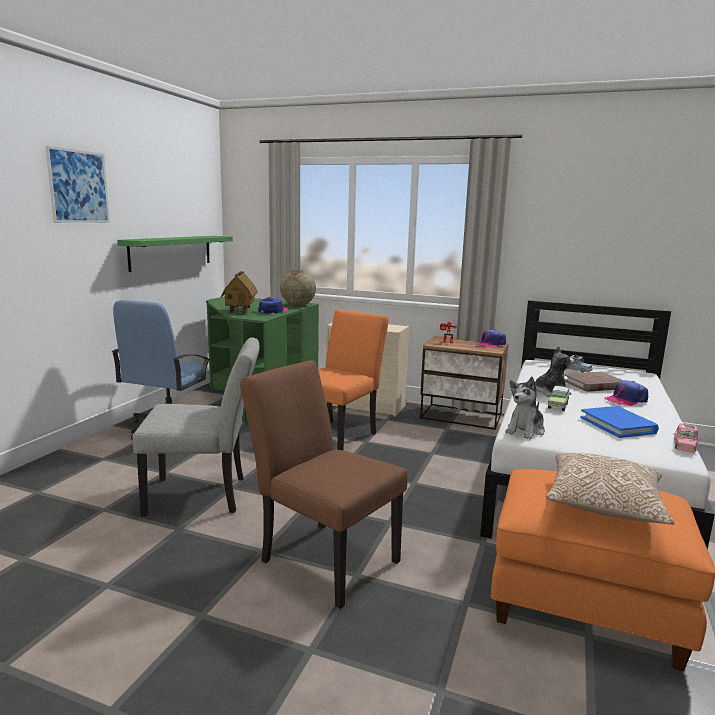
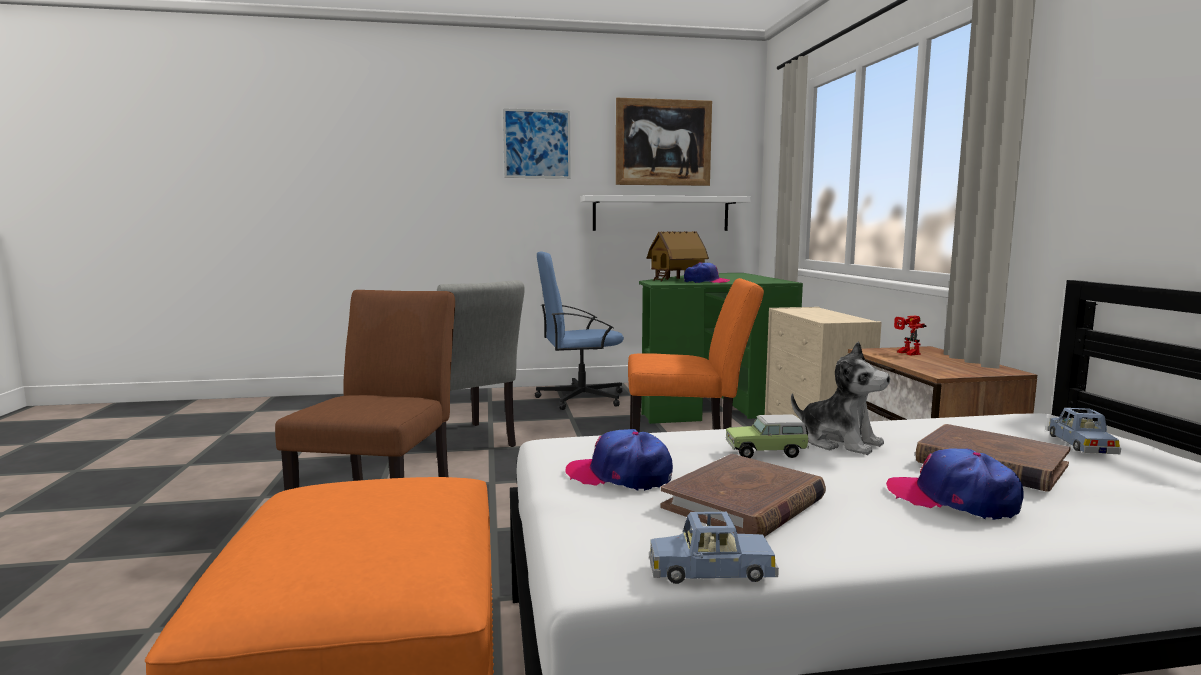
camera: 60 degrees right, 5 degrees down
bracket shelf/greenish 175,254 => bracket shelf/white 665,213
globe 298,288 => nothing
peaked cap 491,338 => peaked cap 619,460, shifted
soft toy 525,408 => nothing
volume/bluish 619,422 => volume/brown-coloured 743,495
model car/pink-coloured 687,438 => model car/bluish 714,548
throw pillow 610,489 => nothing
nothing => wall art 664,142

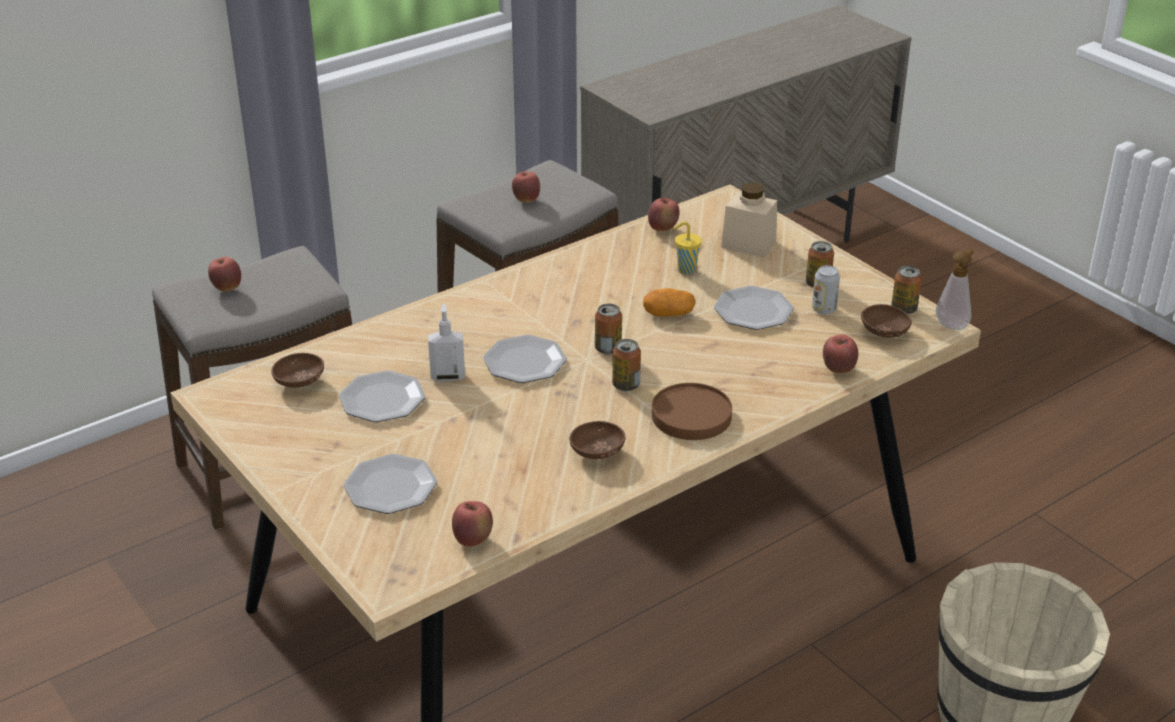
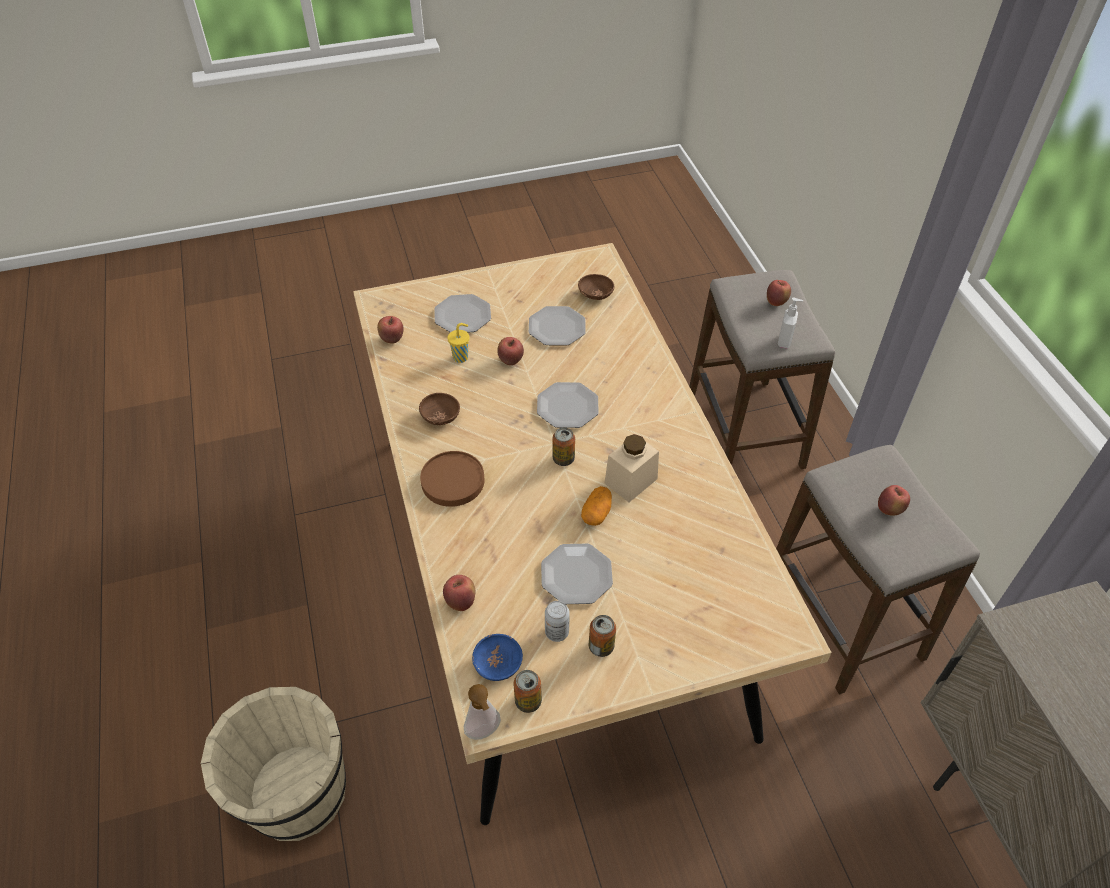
camera: 110 degrees right, 15 degrees up
storage jar/beige-coloured 749,220 => storage jar/beige-coloured 631,468, shifted
apple fruit 664,214 => apple fruit 510,351, shifted
small cup/yellowish 687,248 => small cup/yellowish 458,343, shifted
liquid soap bottle 446,342 => liquid soap bottle 790,323, shifted
serving bowl/brown-coloured 886,321 => serving bowl/bluish 497,657
can 626,365 => nothing

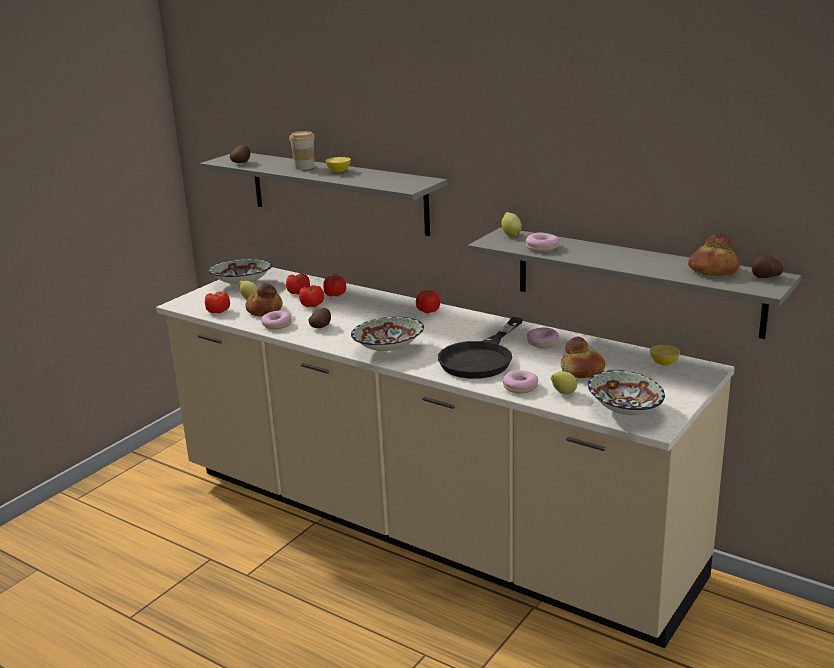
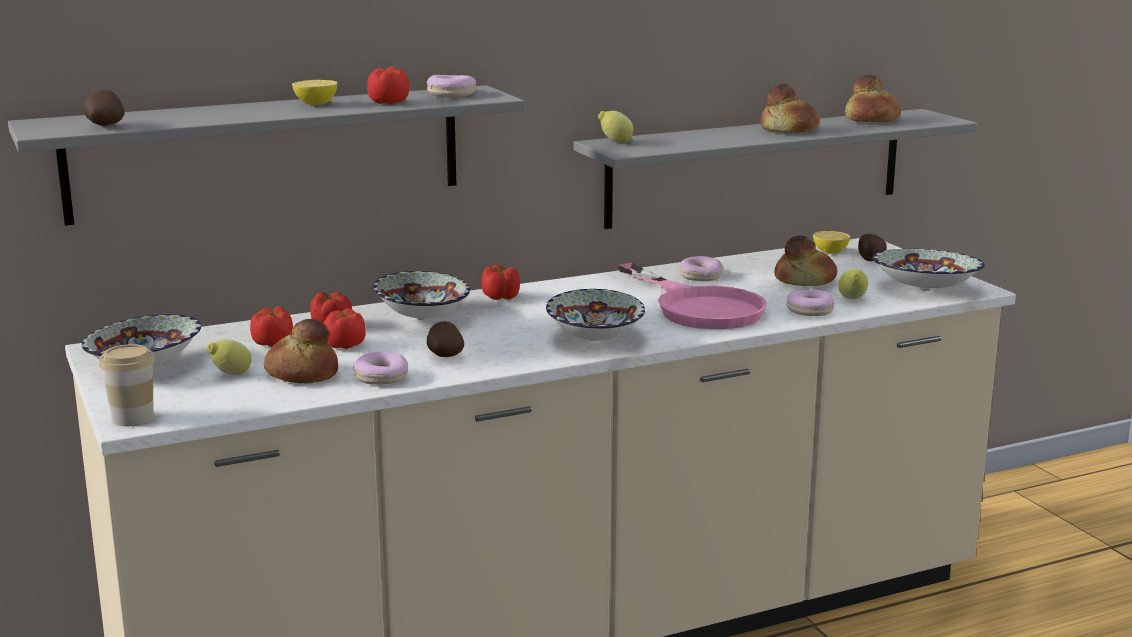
camera: 60 degrees left, 5 degrees down
small cup 302,150 => small cup 127,385, shifted
donut 543,242 => donut 451,86, shifted
whole potato 768,266 => whole potato 872,247, shifted
fresh tomato 217,302 => fresh tomato 388,85, shifted
frying pan/black 480,348 => frying pan/pink-coloured 692,296
nothing => bread 790,108
nothing => serving bowl 421,295

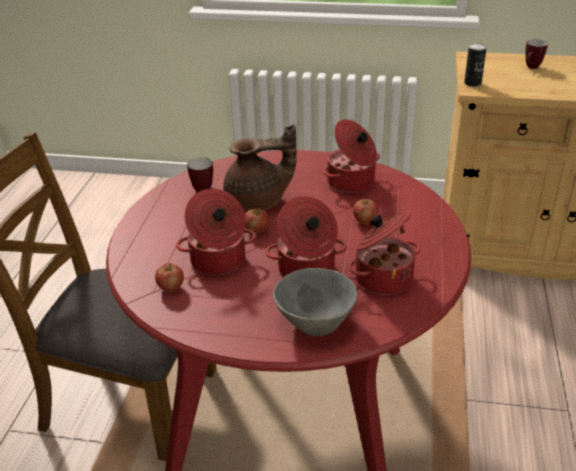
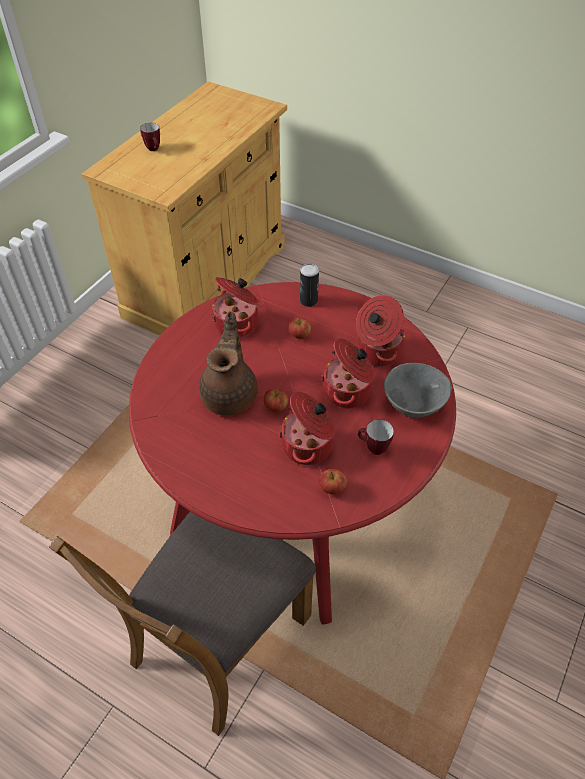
camera: 70 degrees left, 15 degrees up
can 475,65 => can 309,285, shifted
coffee mug 200,174 => coffee mug 376,437, shifted

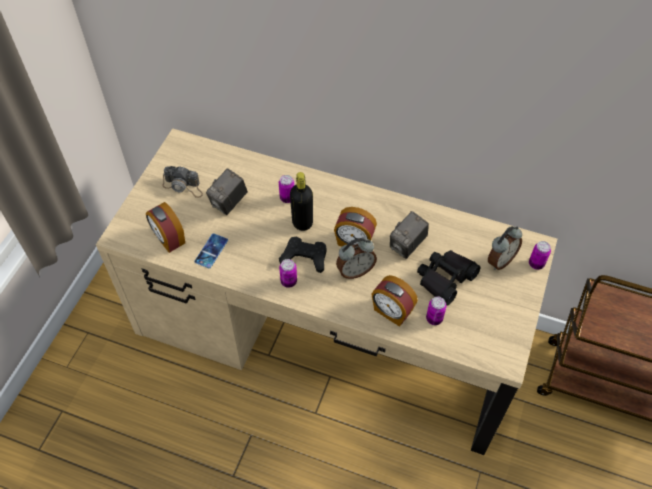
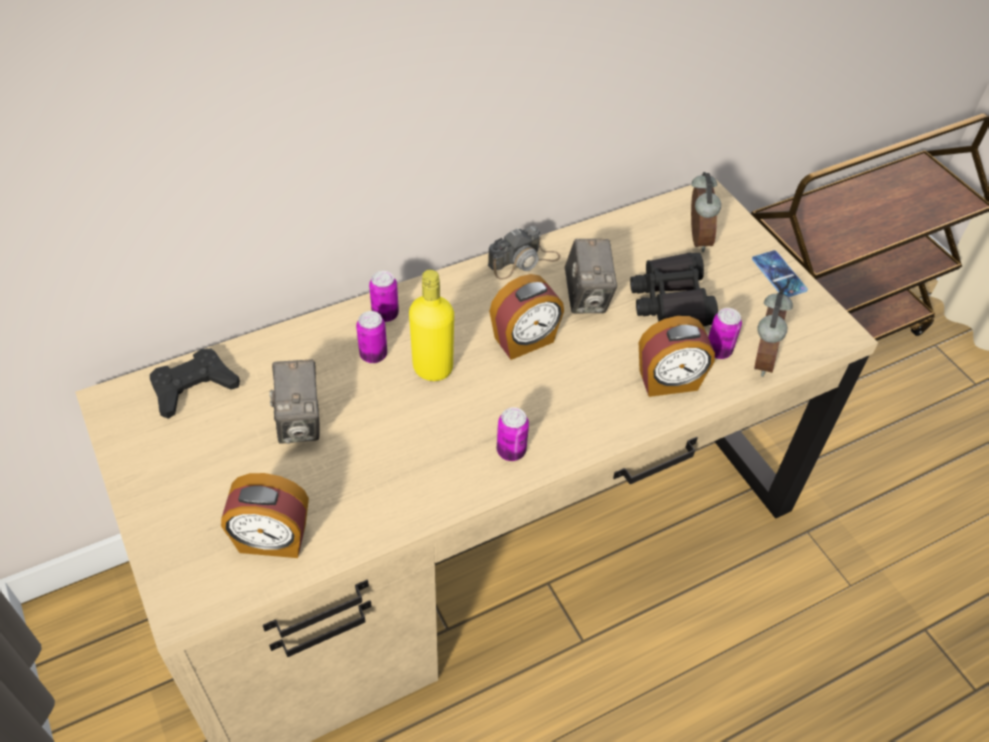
camera: 50 degrees left, 5 degrees down
photo camera 183,182 => photo camera 524,253, shifted
beverage bottle/black 301,201 => beverage bottle/yellowish 431,325
telephone 211,250 => telephone 780,273, shifted
gamepad/black 302,255 => gamepad/black 195,383, shifted
table clock 356,258 => table clock 773,334, shifted
can 540,255 => can 384,296, shifted

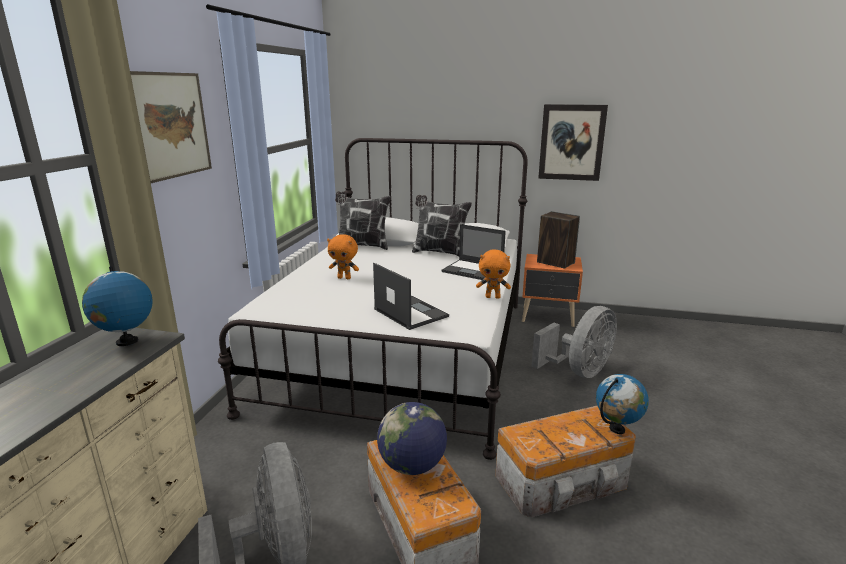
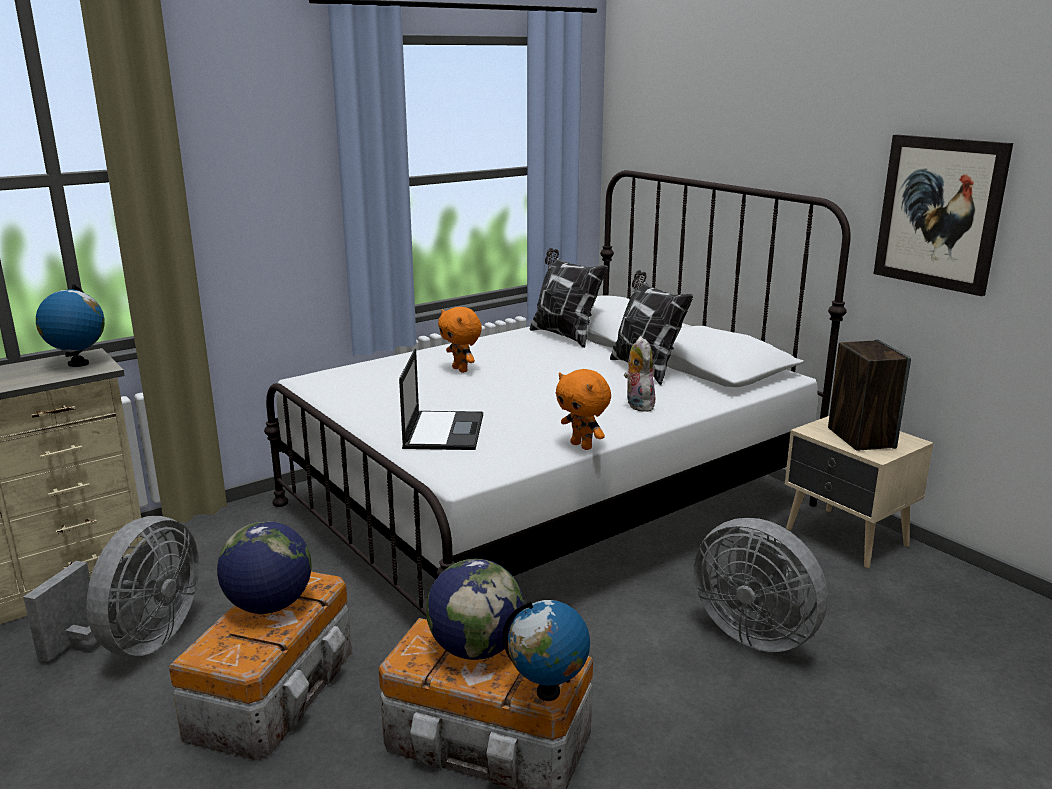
camera: 40 degrees right, 0 degrees up
wall art 171,127 => nothing
notebook computer 474,252 => soft toy 639,374
night table/orange 552,290 => night table/beige-coloured 859,492
cooling fan/greyish 574,342 => cooling fan/greyish 761,585, 45 degrees clockwise
nothing => globe 475,609

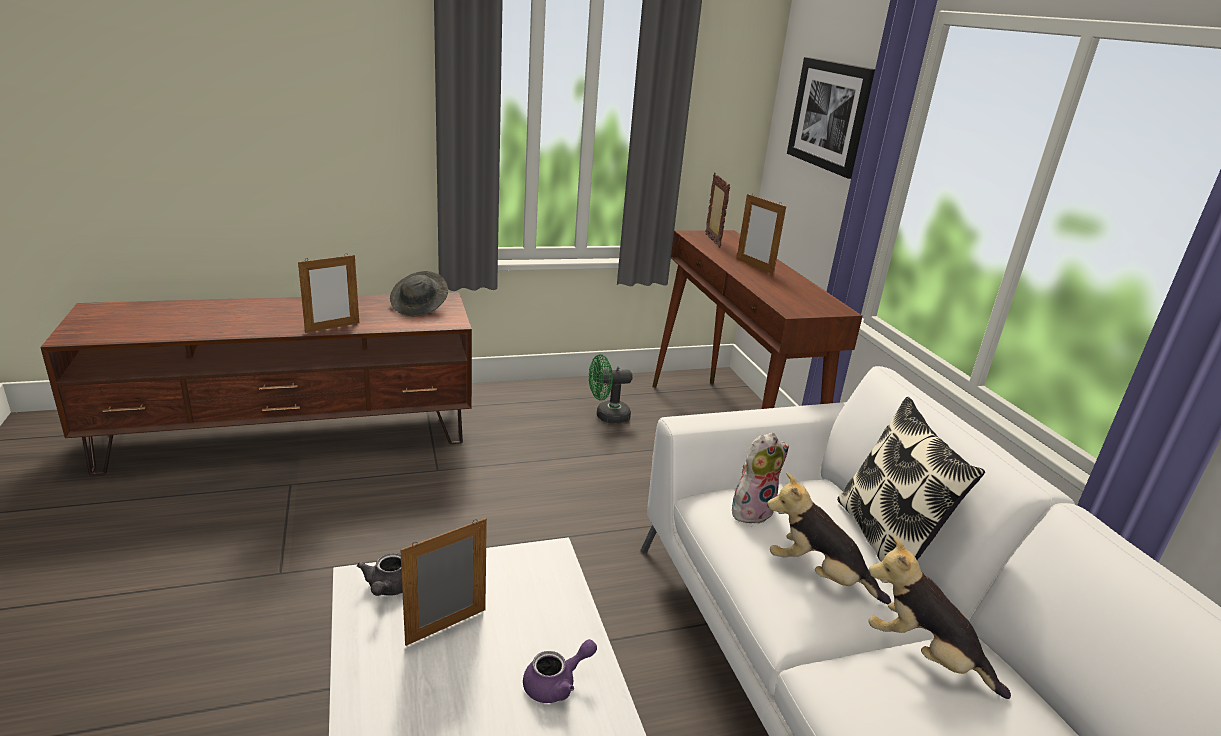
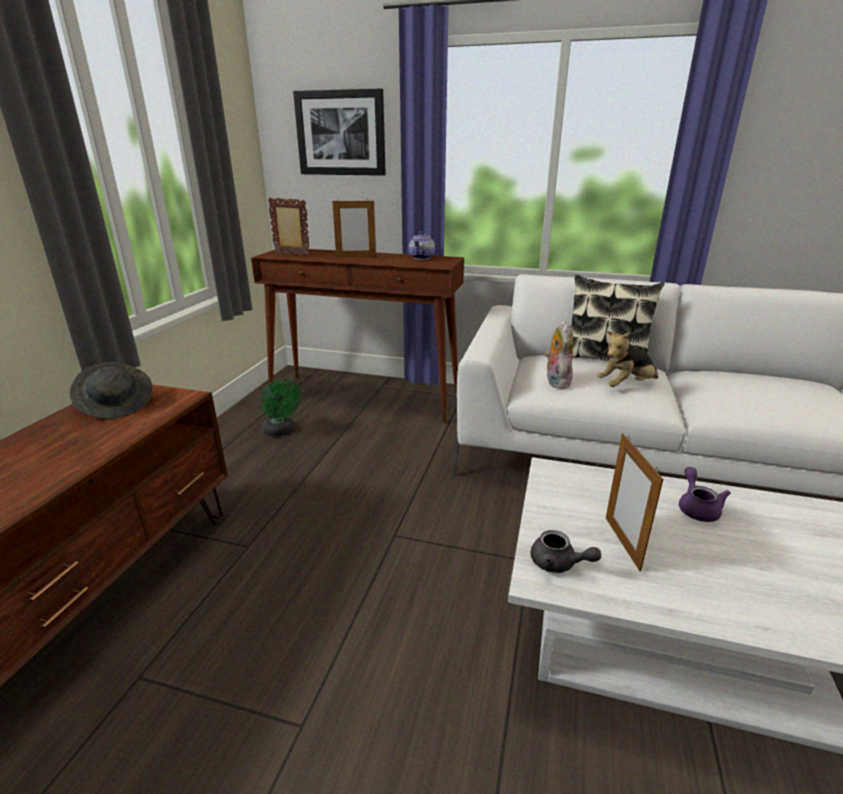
camera: 55 degrees left, 0 degrees up
photo frame 328,293 => nothing
cooling fan/greenish 611,389 => cooling fan/greenish 280,407, 60 degrees counterclockwise
soft toy 939,617 => nothing
nothing => tea pot 422,245

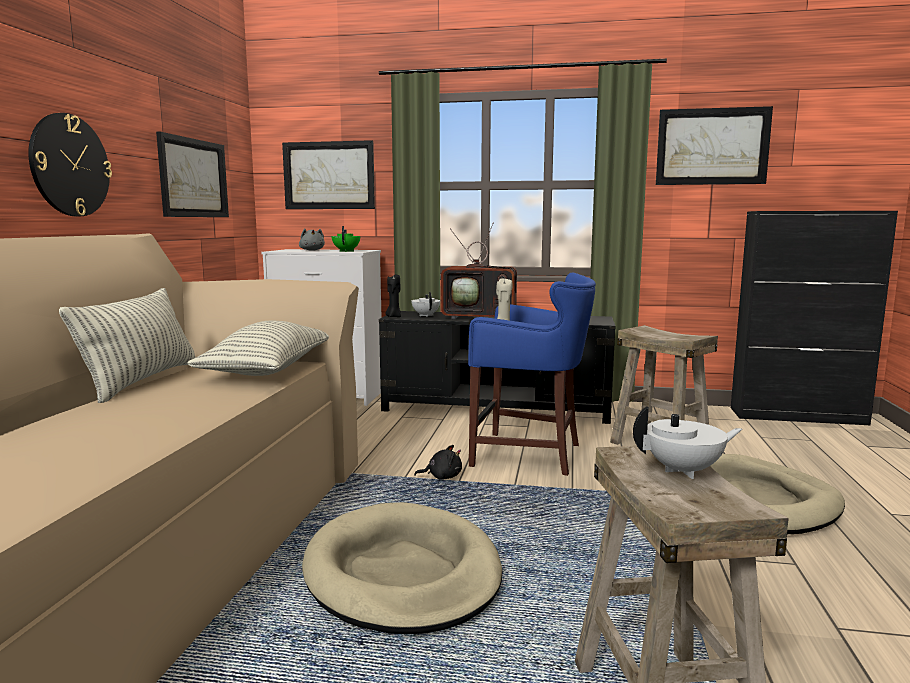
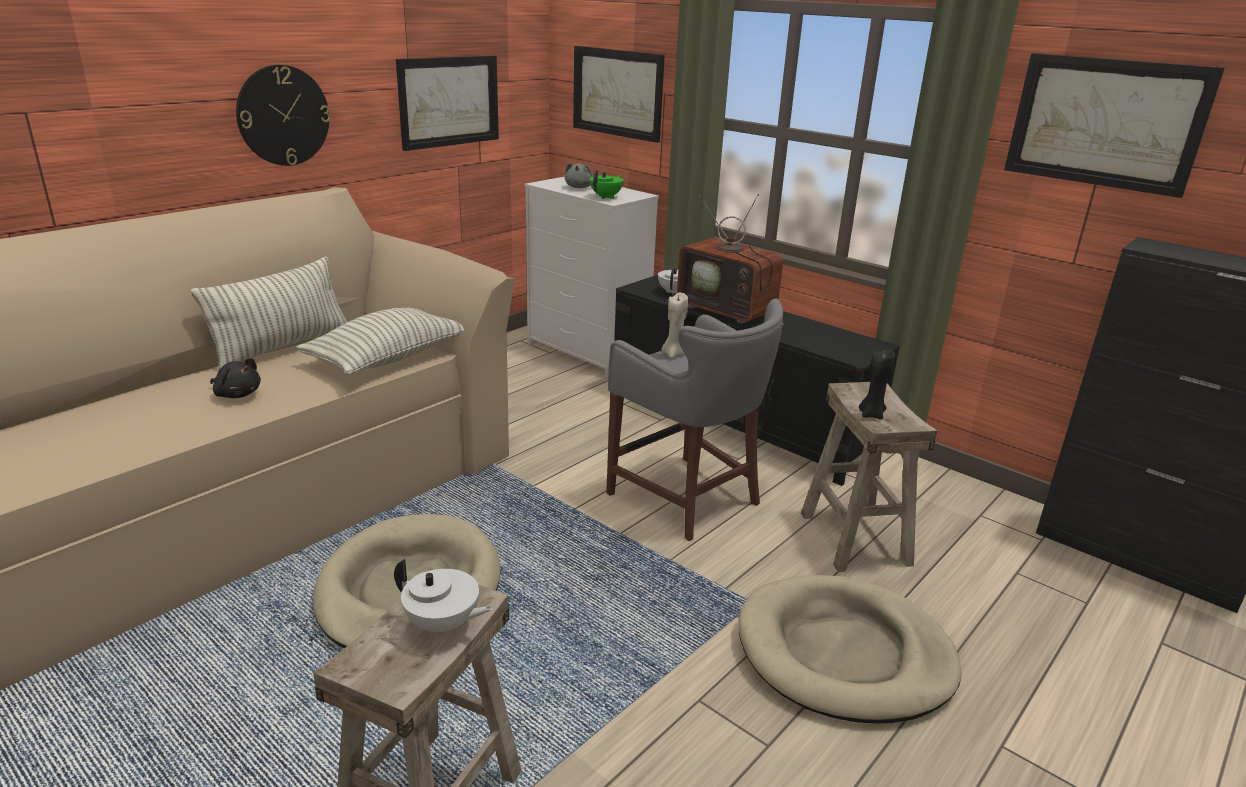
camera: 30 degrees right, 15 degrees up
stool seat/bluish 532,374 => stool seat/greyish 694,419
wax candle/black 393,296 => wax candle/black 877,384, shifted
soft toy/black 438,462 => soft toy/black 235,378, shifted

